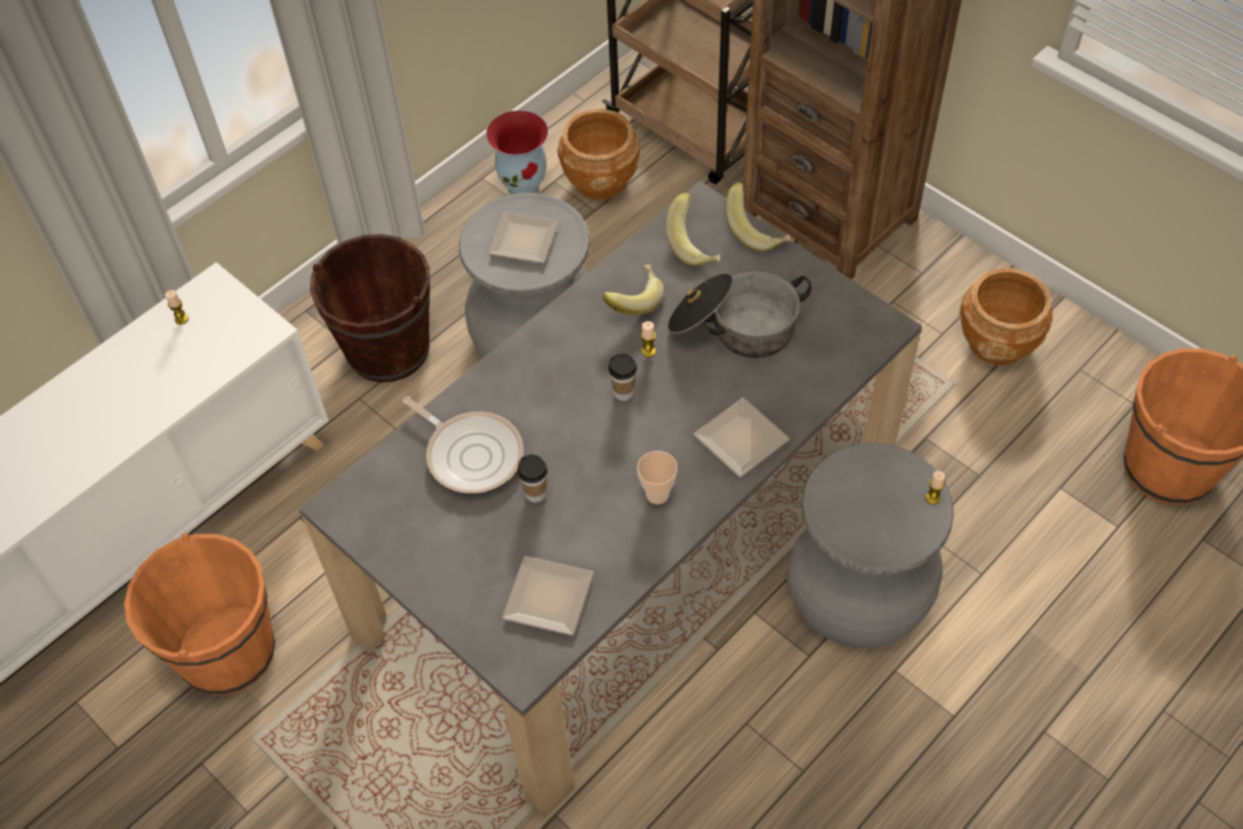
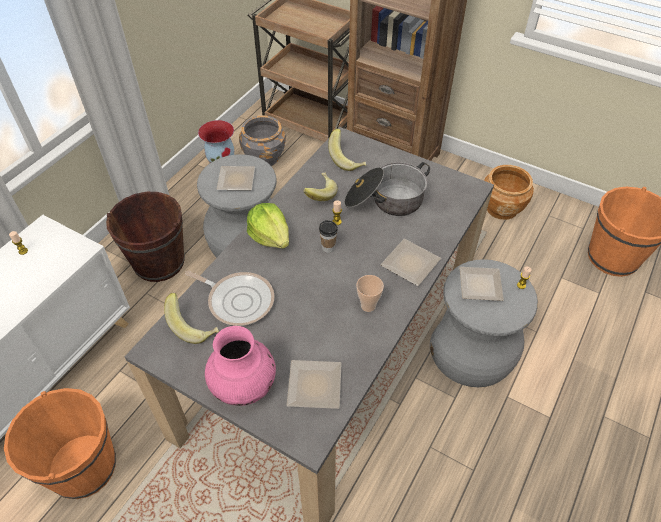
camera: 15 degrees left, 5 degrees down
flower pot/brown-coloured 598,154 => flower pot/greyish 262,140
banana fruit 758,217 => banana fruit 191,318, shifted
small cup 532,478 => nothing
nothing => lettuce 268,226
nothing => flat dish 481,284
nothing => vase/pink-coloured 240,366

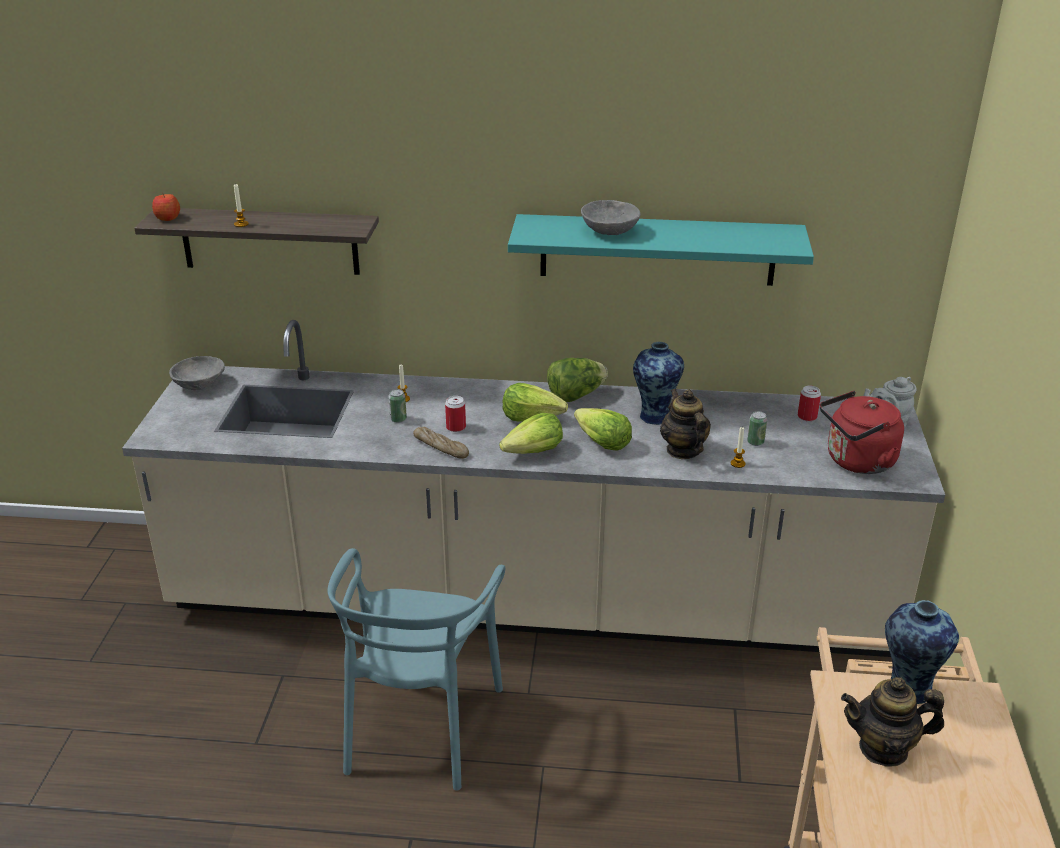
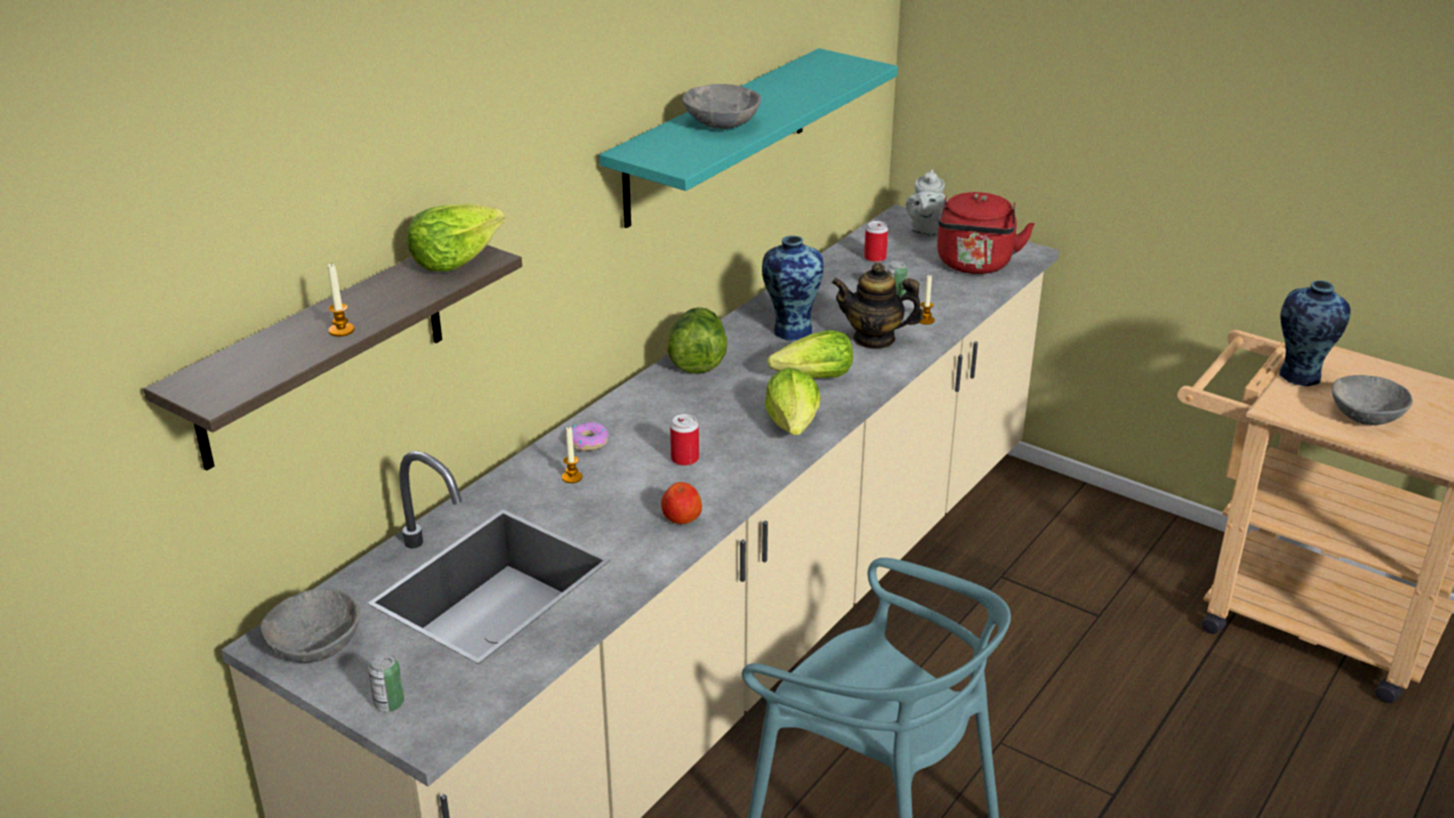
camera: 60 degrees left, 0 degrees up
apple fruit 166,207 => apple fruit 681,503, shifted
lettuce 535,402 => lettuce 456,238, shifted
can 397,406 => can 386,682, shifted
bread 441,443 => nothing
tea pot 892,721 => serving bowl/greyish 1372,400
nothing => donut 590,436

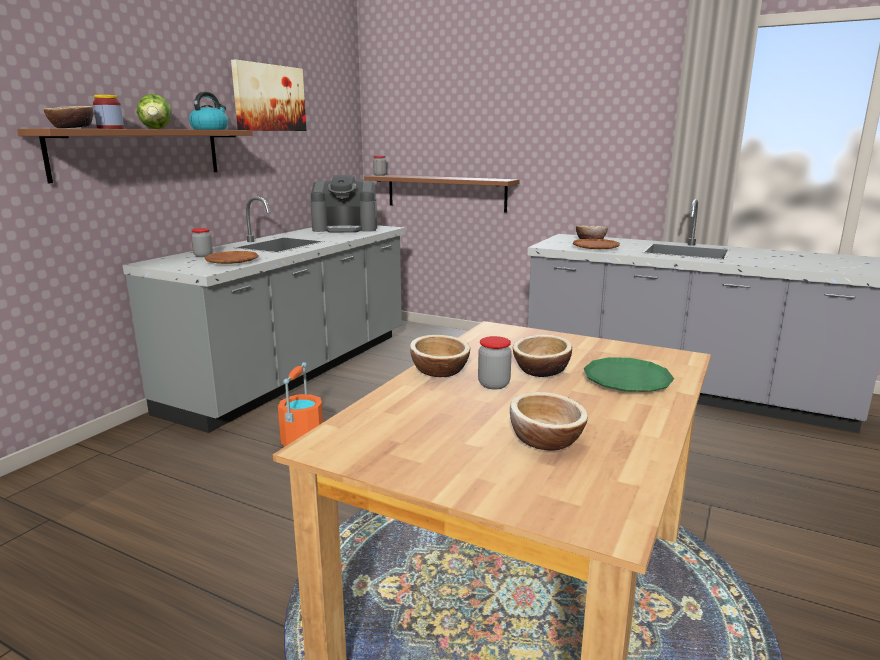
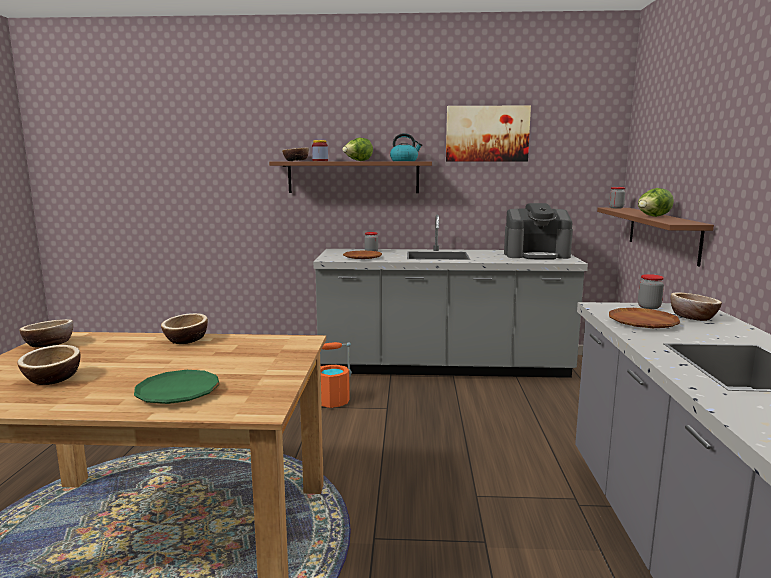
camera: 65 degrees right, 5 degrees down
coffee brewer 343,204 => coffee brewer 538,231, 60 degrees counterclockwise
serving bowl 542,356 => serving bowl 46,333, shifted
storage jar 495,362 => storage jar 651,291, shifted
nothing => lettuce 656,202

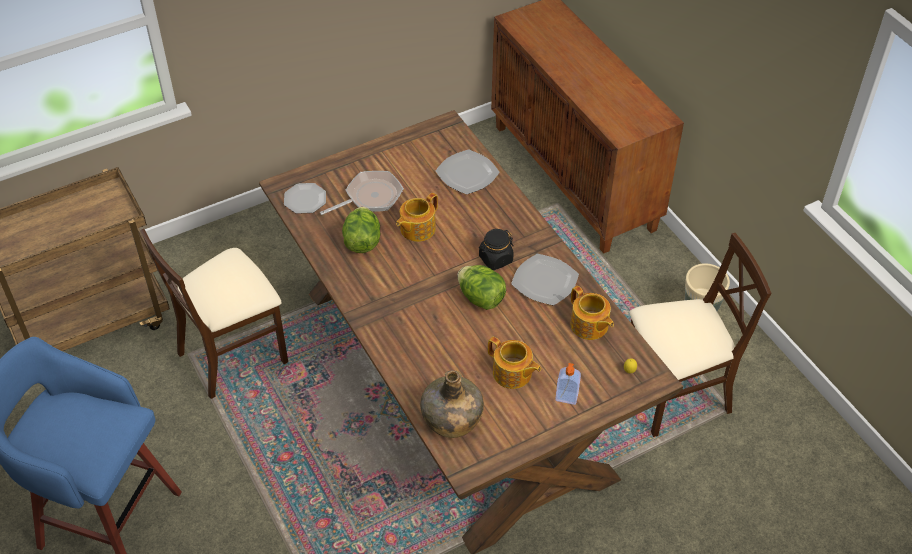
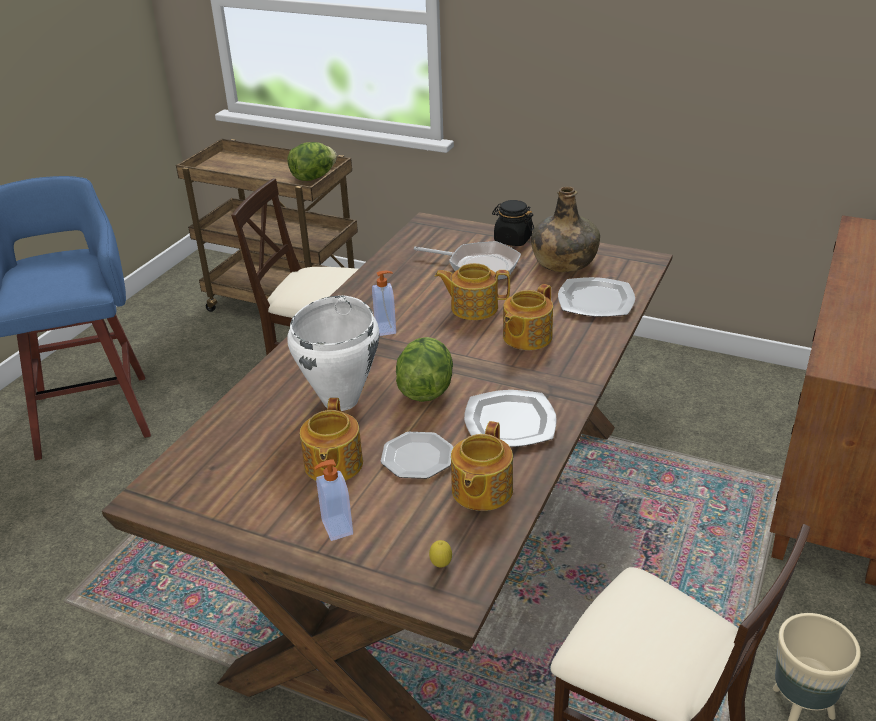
camera: 55 degrees right, 15 degrees down
flat dish 305,198 => flat dish 417,455, shifted
lettuce 361,230 => lettuce 312,161, shifted
storage jar/black 496,249 => storage jar/black 513,223, shifted
beverage bottle/greenish 452,404 => beverage bottle/greenish 565,229, shifted
nothing => liquid soap bottle 384,303
nothing => tea pot 528,317
nothing => cooking pot/white 333,353

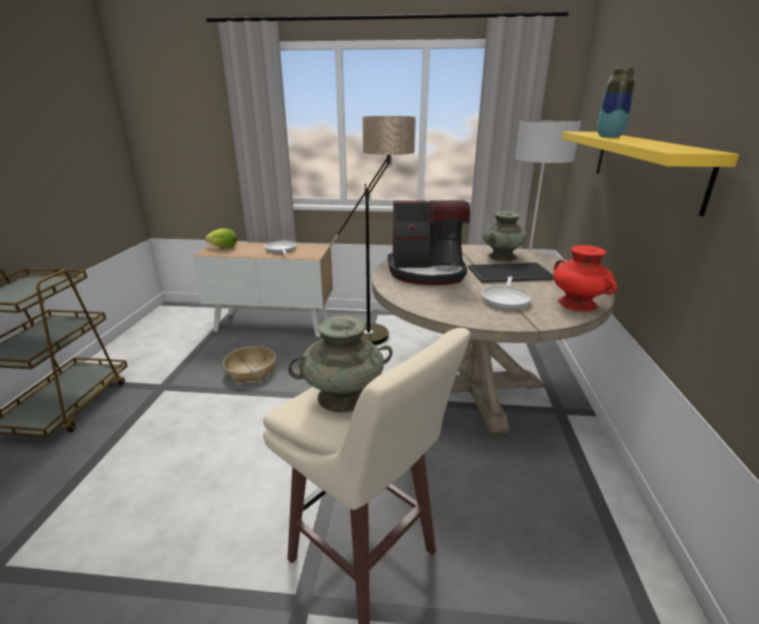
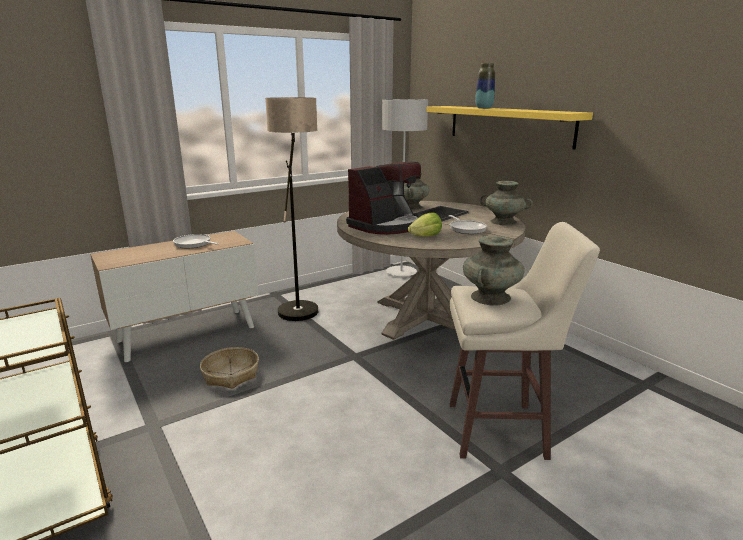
camera: 40 degrees left, 5 degrees down
lettuce 221,238 => lettuce 425,224, shifted
vase/red-coloured 585,278 => vase/turquoise-coloured 506,203

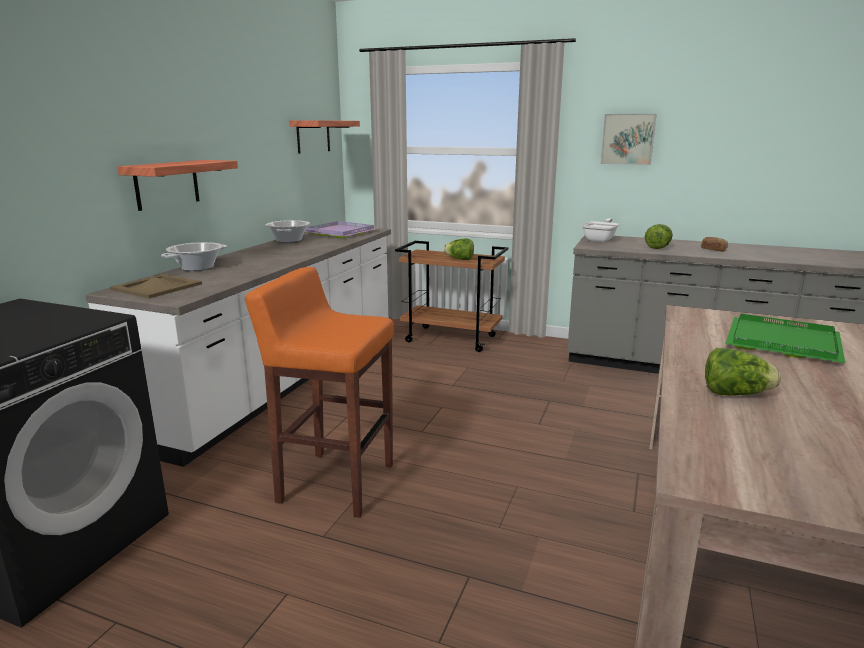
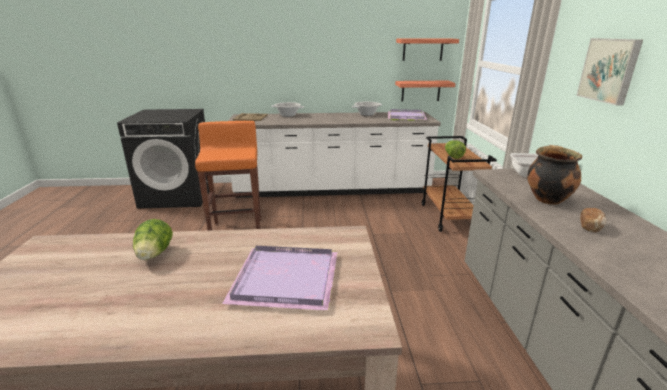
camera: 65 degrees right, 5 degrees up
bracket shelf 178,185 => bracket shelf 425,91, shifted
lettuce 659,236 => cooking pot 554,175
serving tray/greenish 785,338 => serving tray/purple 279,278

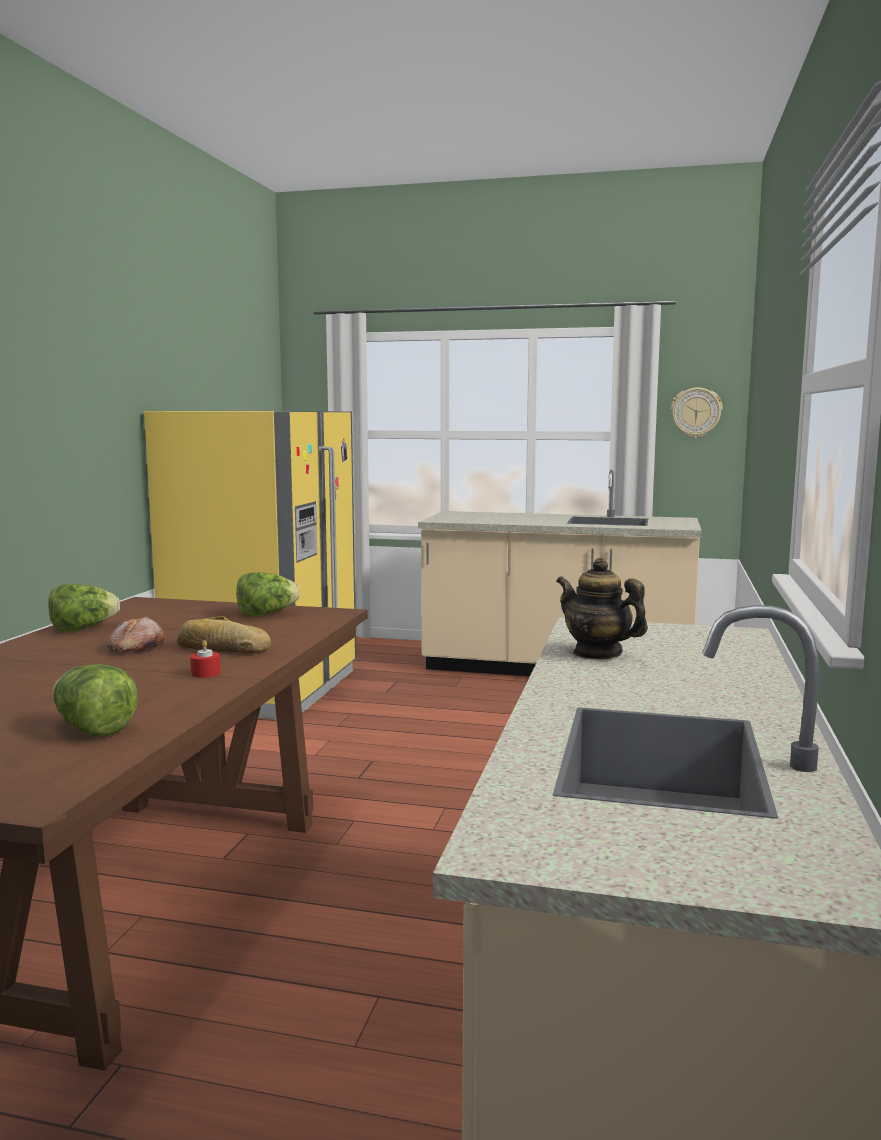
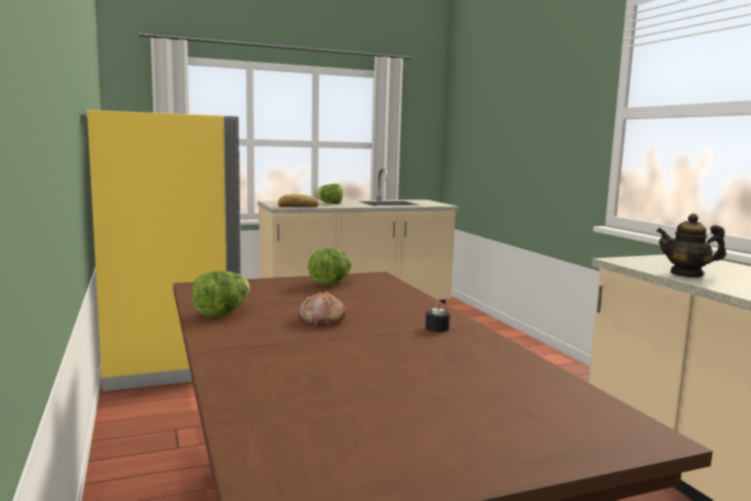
camera: 35 degrees left, 0 degrees up
clock on the wall 696,412 => nothing
bread 224,635 => bread 298,200, shifted
wax candle/red-coloured 205,659 => wax candle/black 437,316
lettuce 95,700 => lettuce 328,194, shifted

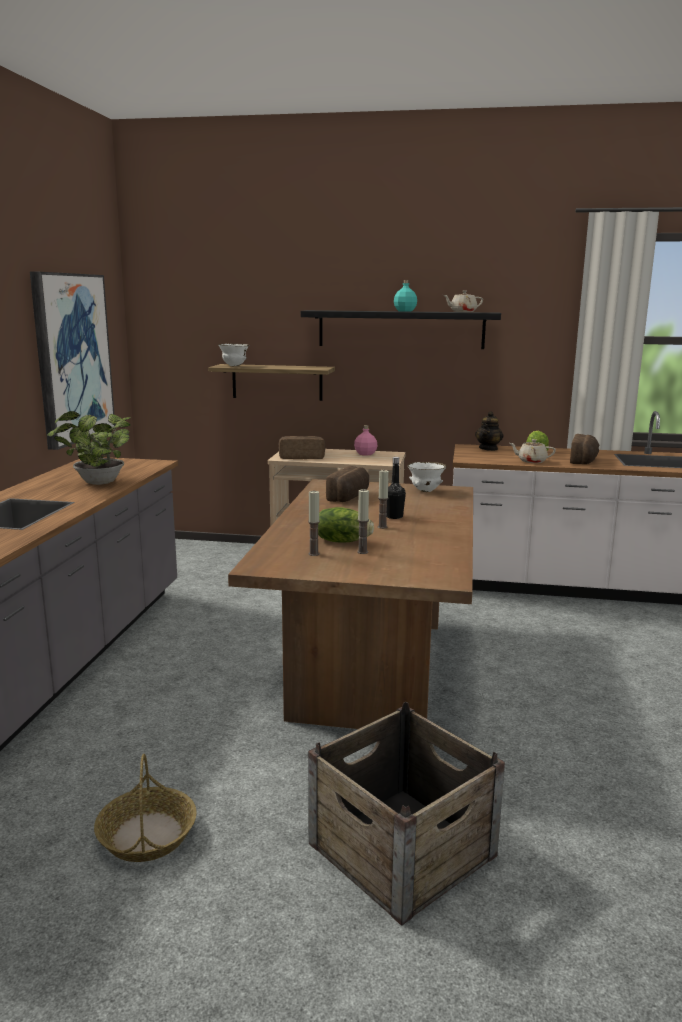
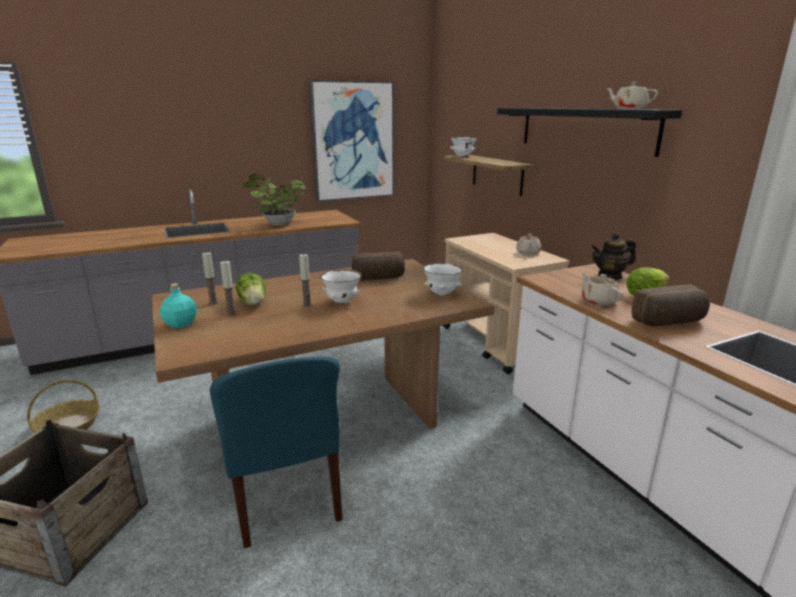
camera: 55 degrees right, 5 degrees up
beverage bottle/turquoise-coloured 405,296 => beverage bottle/turquoise-coloured 178,305, shifted
beverage bottle/pink-coloured 365,440 => tea pot/beige-coloured 528,244
bread 302,447 => nothing
beverage bottle/black 396,488 => serving bowl/white 341,286
nothing => plain chair/bluish 276,452

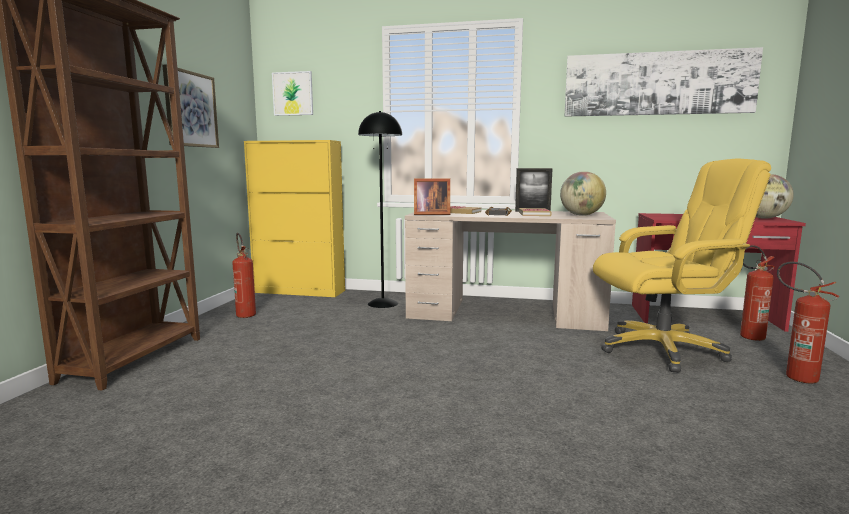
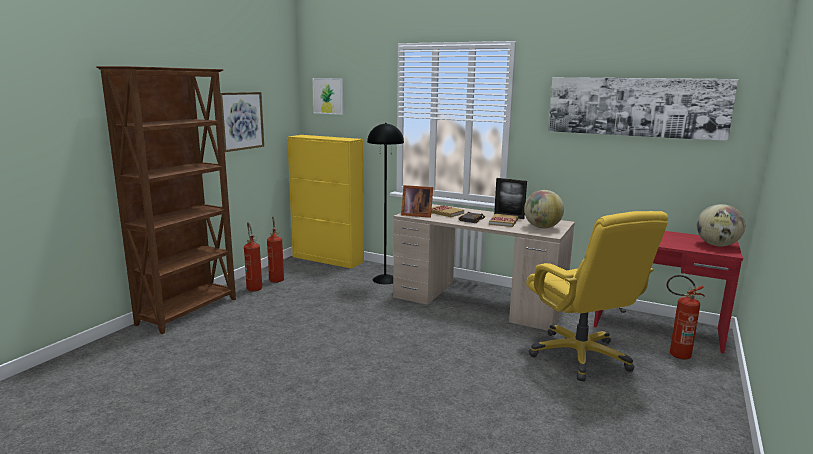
camera: 15 degrees right, 5 degrees up
computer chair/yellowish 682,266 => computer chair/yellowish 597,296, 60 degrees clockwise
fire extinguisher 808,323 => fire extinguisher 253,256, shifted

